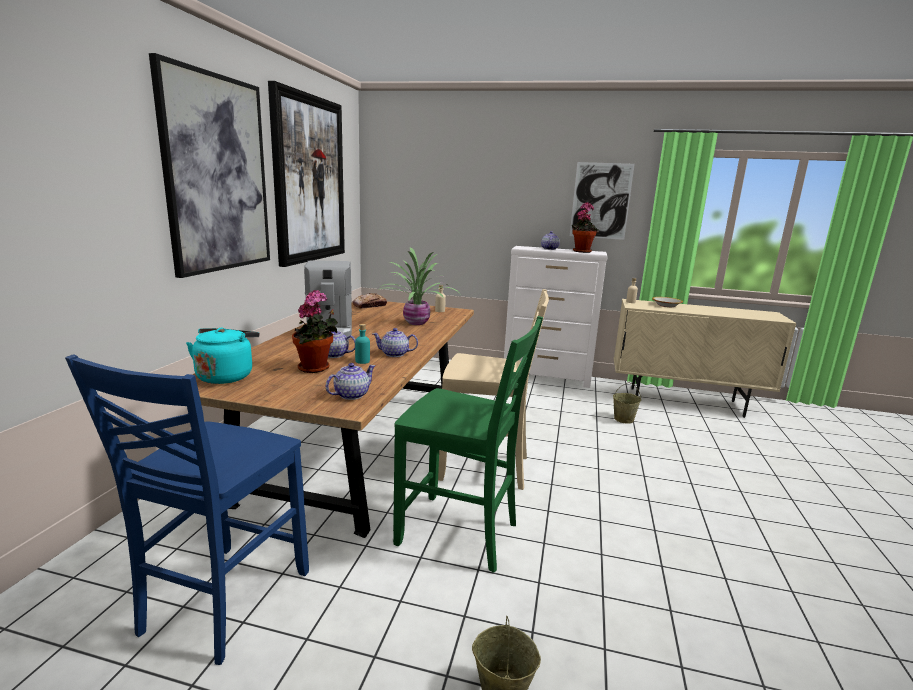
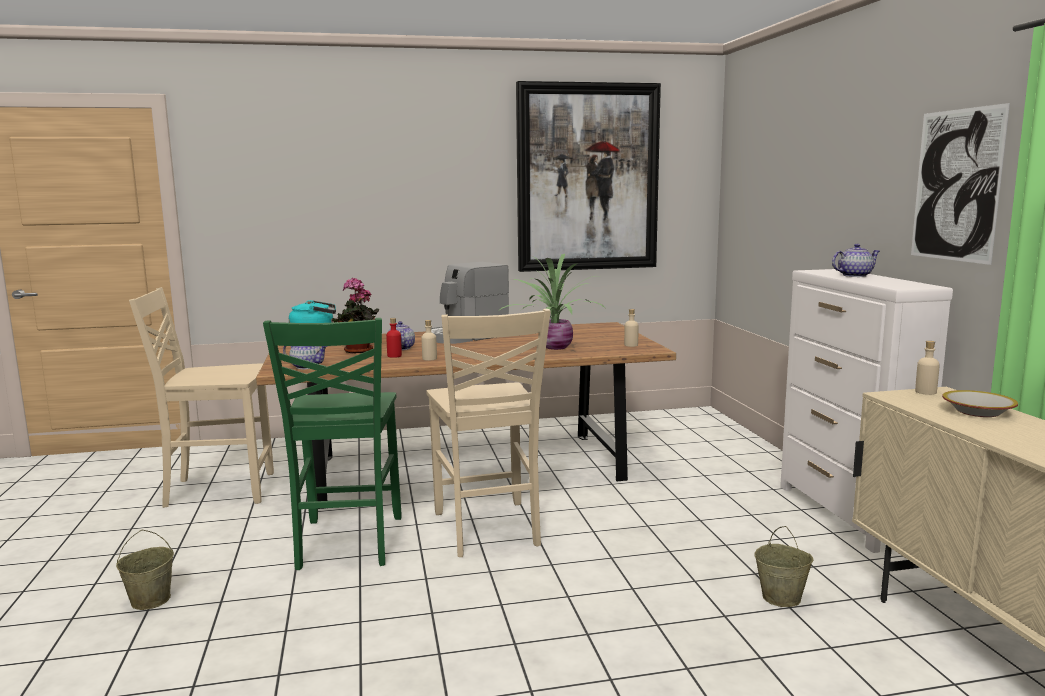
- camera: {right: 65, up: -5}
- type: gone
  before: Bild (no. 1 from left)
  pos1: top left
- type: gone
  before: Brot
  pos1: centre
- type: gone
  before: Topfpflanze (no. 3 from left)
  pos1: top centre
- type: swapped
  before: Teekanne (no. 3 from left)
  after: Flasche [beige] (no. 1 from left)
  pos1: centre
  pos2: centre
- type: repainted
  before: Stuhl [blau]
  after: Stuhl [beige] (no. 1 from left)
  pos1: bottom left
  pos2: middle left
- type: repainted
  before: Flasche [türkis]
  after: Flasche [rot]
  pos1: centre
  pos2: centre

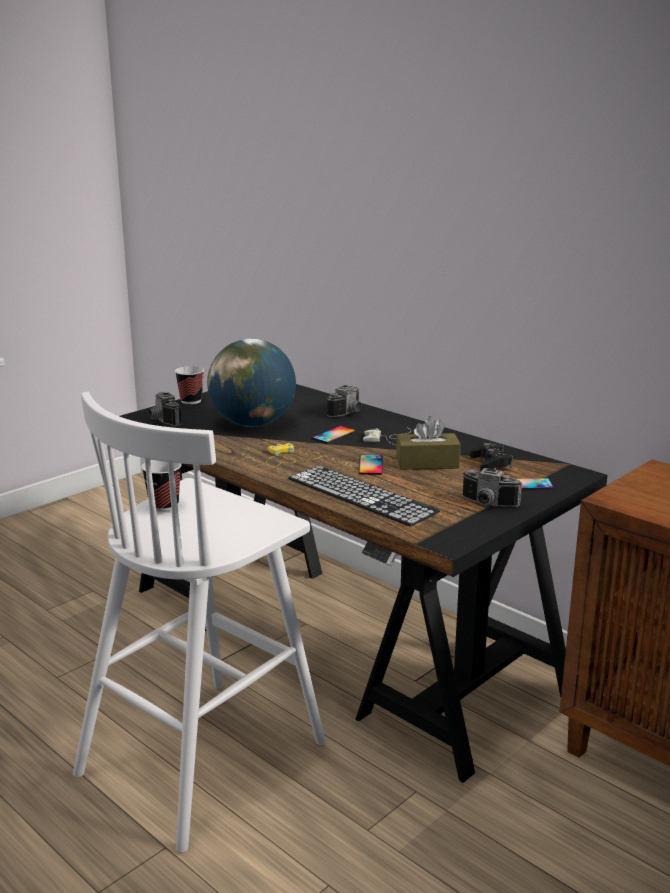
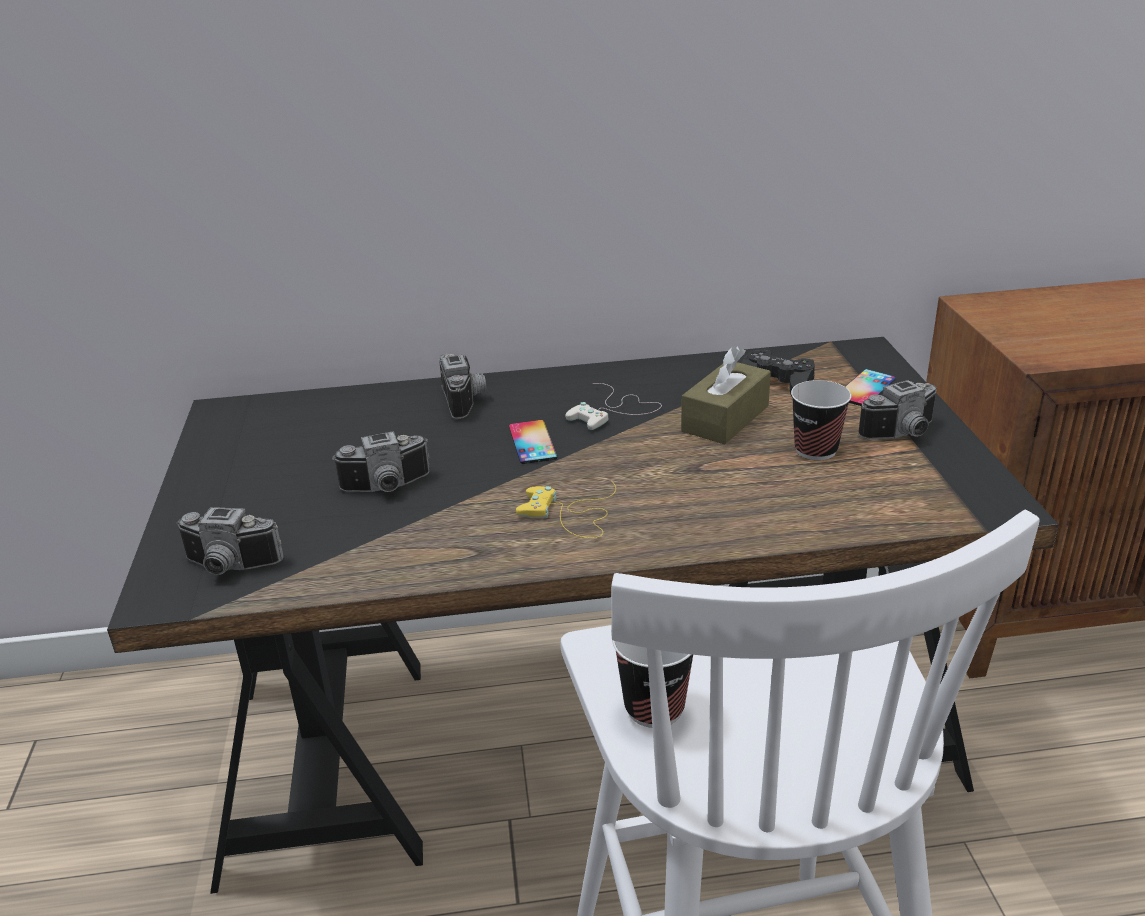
- camera: {right: -50, up: 10}
- type: gone
  before: Tastatur
  pos1: centre
- type: gone
  before: Handy (no. 2 from left)
  pos1: centre
- type: shifted
  before: Tasse (no. 2 from left)
  pos1: middle left
  pos2: middle right
- type: swapped
  before: Globus
  after: Kamera (no. 2 from left)
  pos1: centre
  pos2: middle left

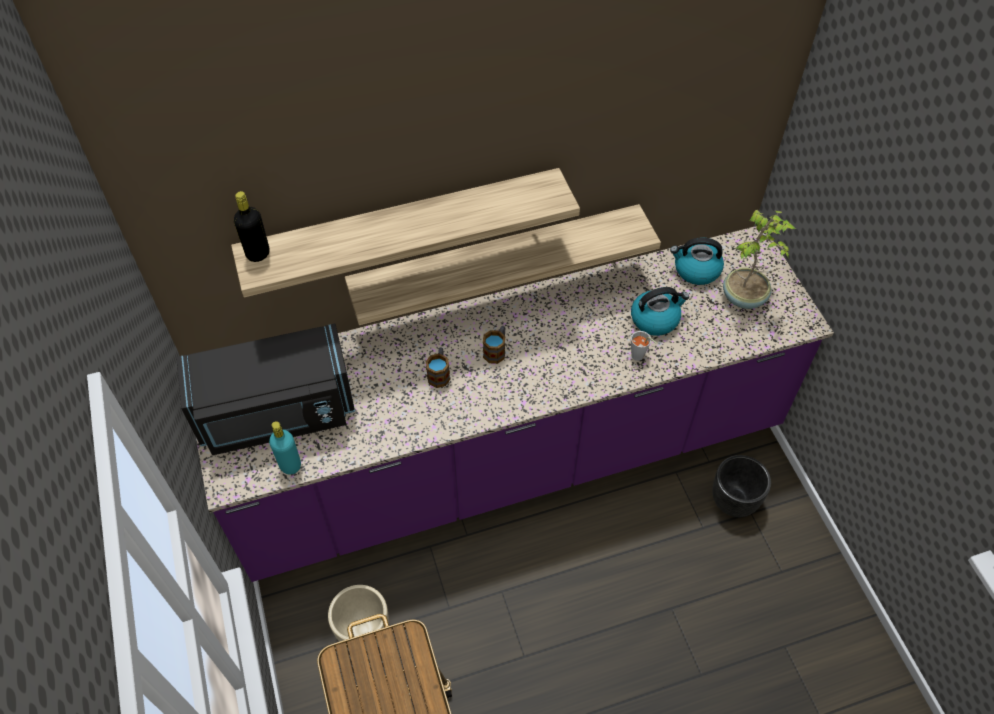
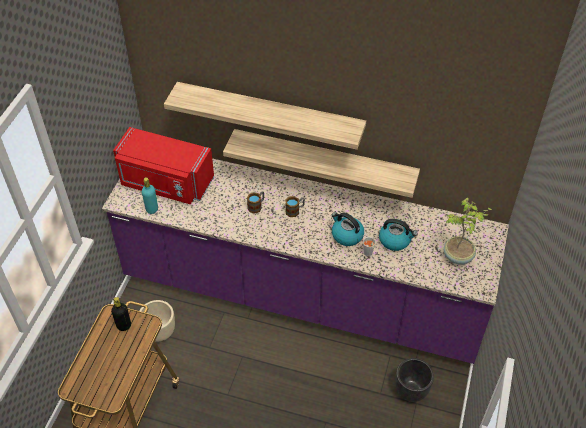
- camera: {right: 35, up: -5}
- type: shifted
  before: Flasche [schwarz]
  pos1: top left
  pos2: bottom left
- type: shifted
  before: Wasserkessel (no. 2 from left in the first image)
  after: Wasserkessel (no. 1 from left)
  pos1: middle right
  pos2: centre
- type: repainted
  before: Mikrowelle [schwarz]
  after: Mikrowelle [rot]
  pos1: middle left
  pos2: middle left

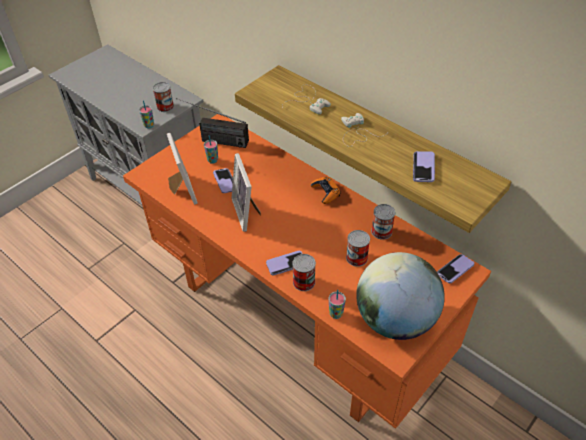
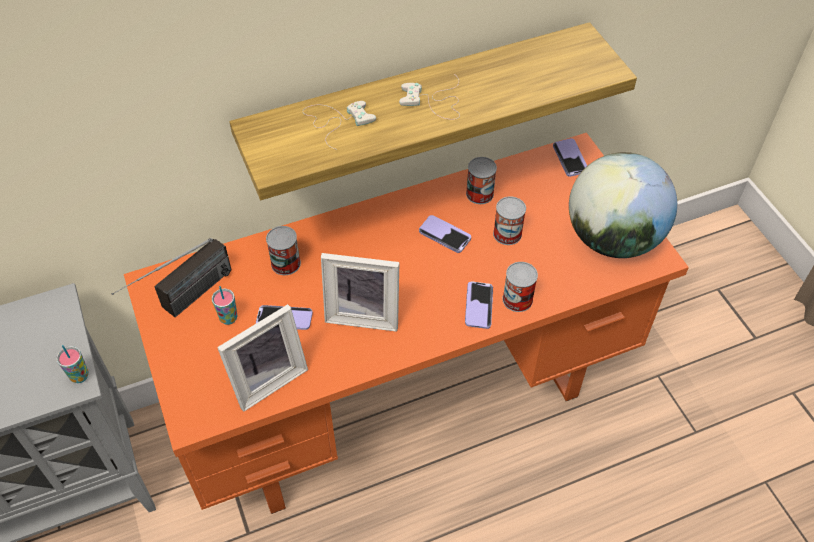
- camera: {right: -65, up: 5}
- type: gone
  before: Gamepad [orange]
  pos1: centre
- type: gone
  before: Tasse (no. 3 from left)
  pos1: bottom centre
- type: shifted
  before: Dose (no. 1 from left)
  pos1: top left
  pos2: centre
- type: shifted
  before: Handy (no. 3 from left in the first image)
  after: Handy (no. 2 from left)
  pos1: middle right
  pos2: centre
- type: rotated
  before: Bilderrahmen (no. 1 from left)
  pos1: middle left
  pos2: middle left
  turn: 135

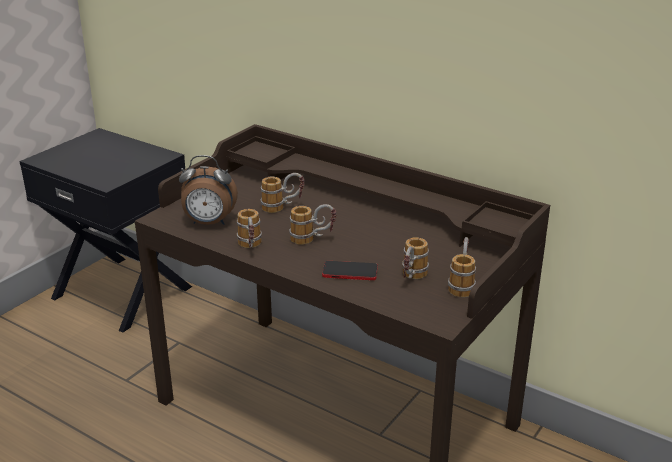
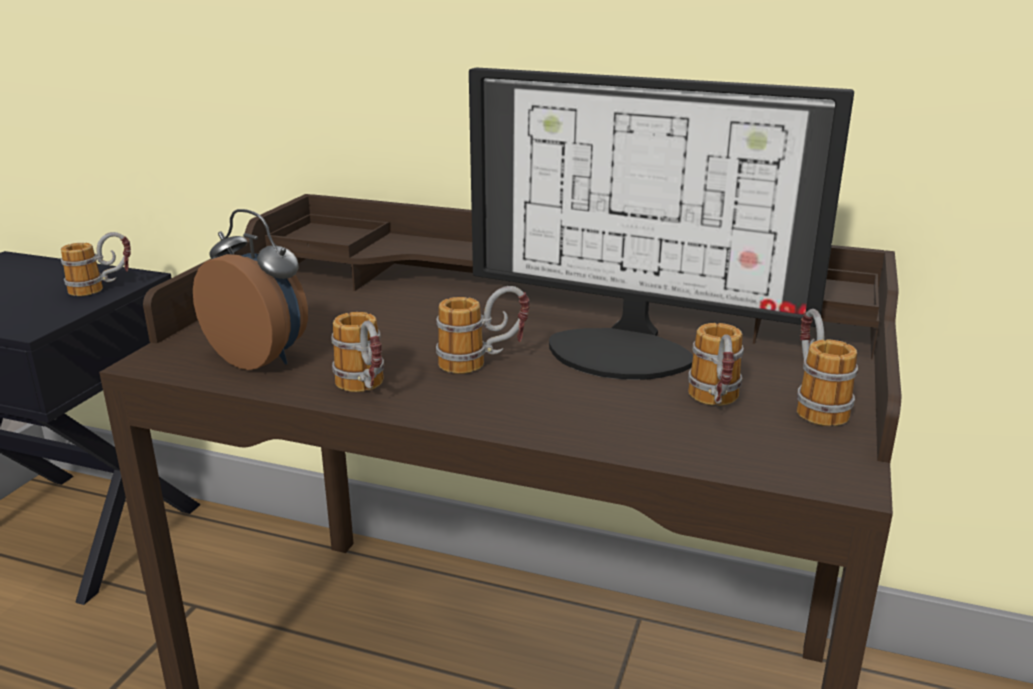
- camera: {right: -15, up: -5}
- type: gone
  before: Handy
  pos1: centre
- type: new
  after: Monitor
  pos2: top centre
- type: shifted
  before: Henkelbecher (no. 2 from left in the first image)
  after: Henkelbecher (no. 1 from left)
  pos1: centre
  pos2: middle left
- type: rotated
  before: Wecker
  pos1: middle left
  pos2: middle left
  turn: -135

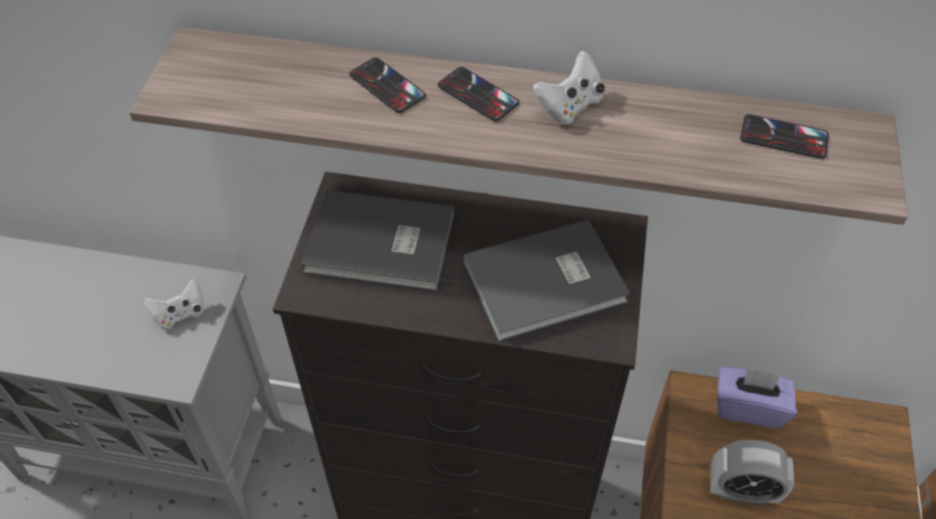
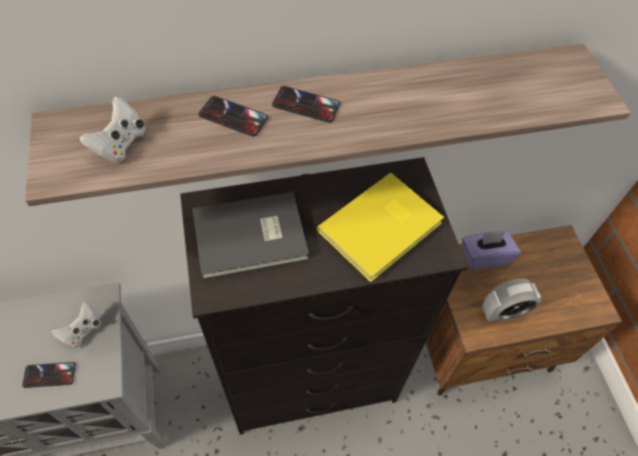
- camera: {right: -25, up: 5}
- type: shifted
  before: Gamepad [weiß] (no. 2 from left)
  pos1: top centre
  pos2: top left
- type: shifted
  before: Handy (no. 3 from left in the first image)
  after: Handy (no. 1 from left)
  pos1: top right
  pos2: bottom left
- type: repainted
  before: Buch [grau] (no. 2 from left)
  after: Buch [gelb]
  pos1: centre
  pos2: centre

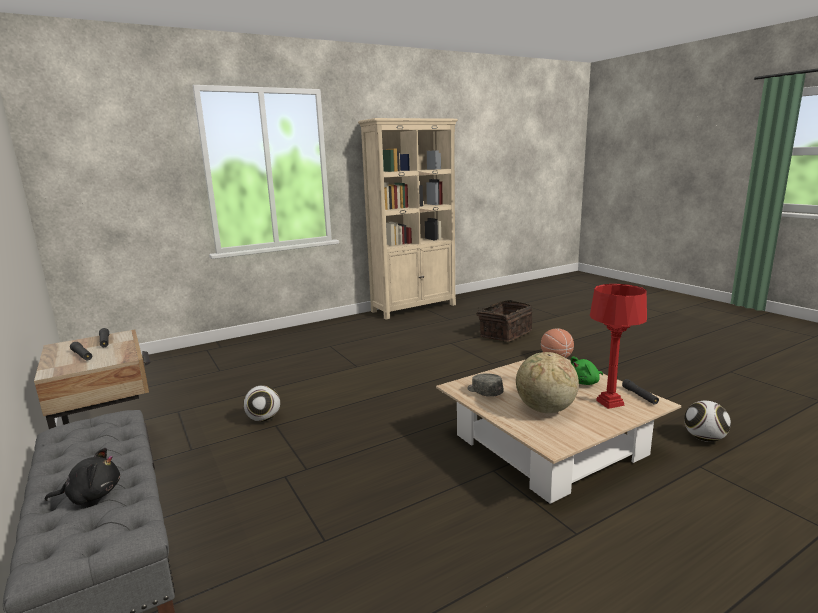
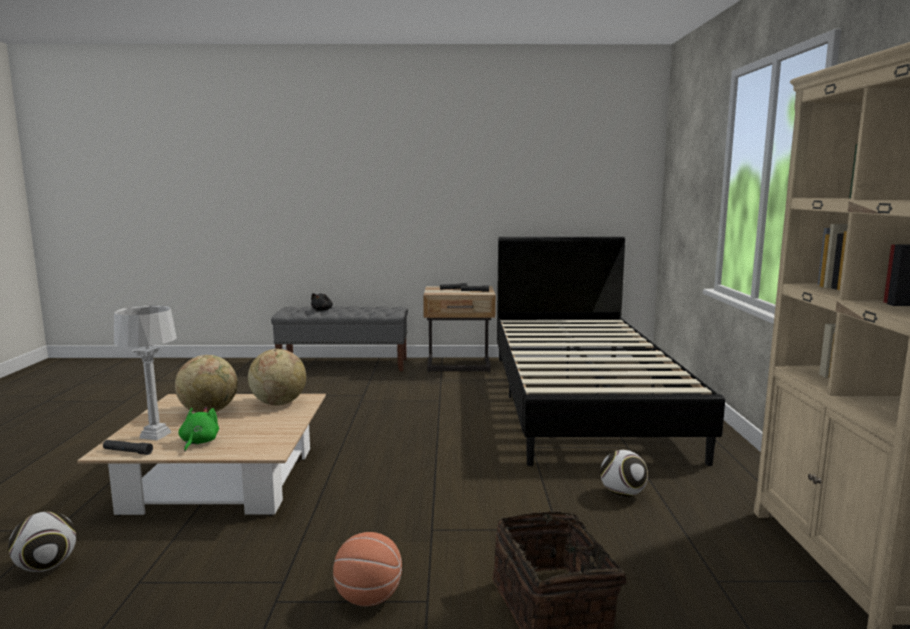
- camera: {right: 120, up: -5}
- type: new
  after: Bett [schwarz]
  pos2: middle right
- type: shifted
  before: Fußball (no. 1 from left in the first image)
  after: Fußball (no. 2 from left)
  pos1: middle left
  pos2: bottom right
- type: swapped
  before: Kappe [grau]
  after: Globus (no. 2 from left)
  pos1: centre
  pos2: middle left
- type: repainted
  before: Tischlampe [rot]
  after: Tischlampe [grau]
  pos1: middle right
  pos2: middle left

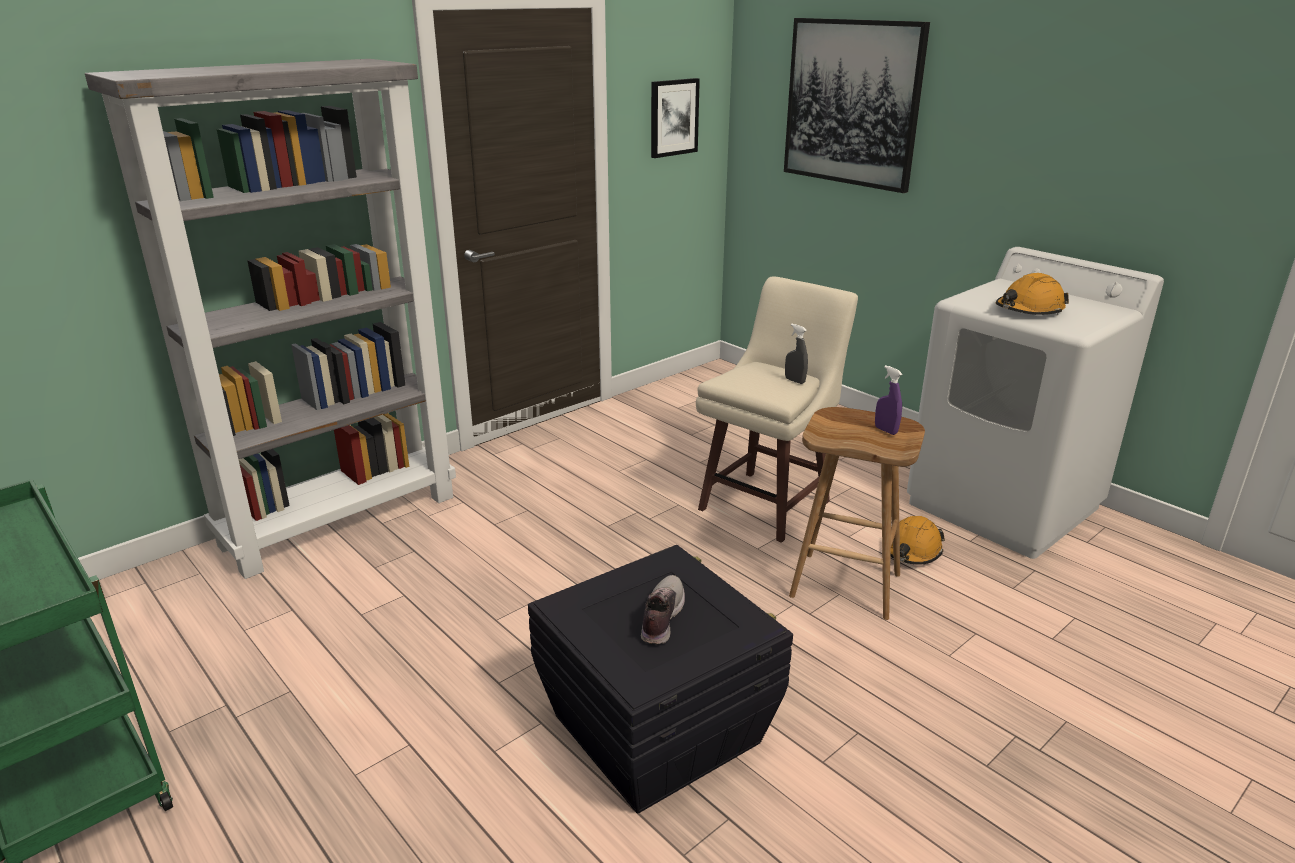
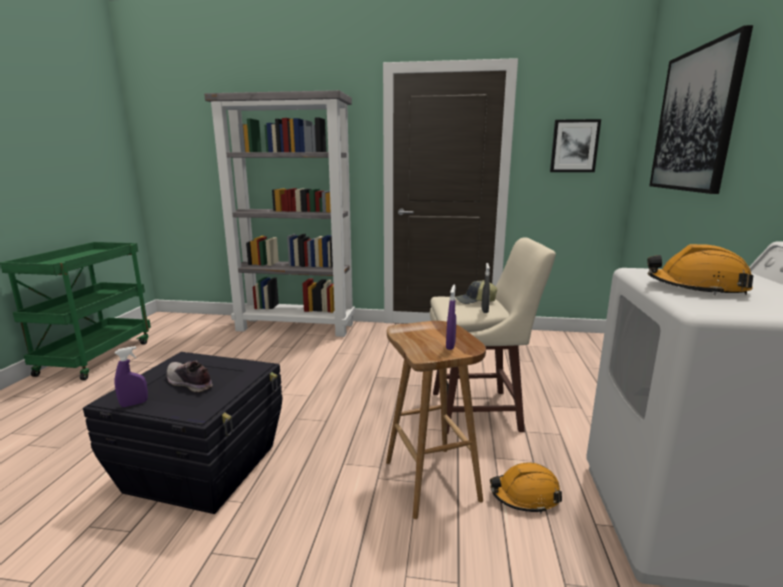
- camera: {right: 50, up: -10}
- type: new
  after: Sprühflasche [lila] (no. 1 from left)
  pos2: middle left
- type: new
  after: Kappe
  pos2: centre
- type: rotated
  before: Schuh
  pos1: bottom centre
  pos2: middle left
  turn: -120

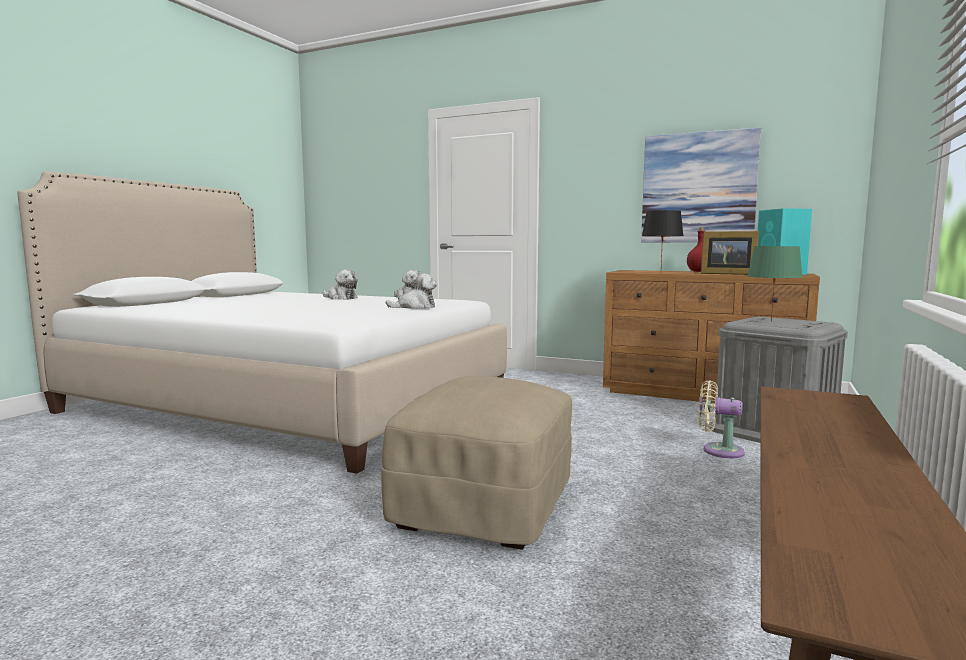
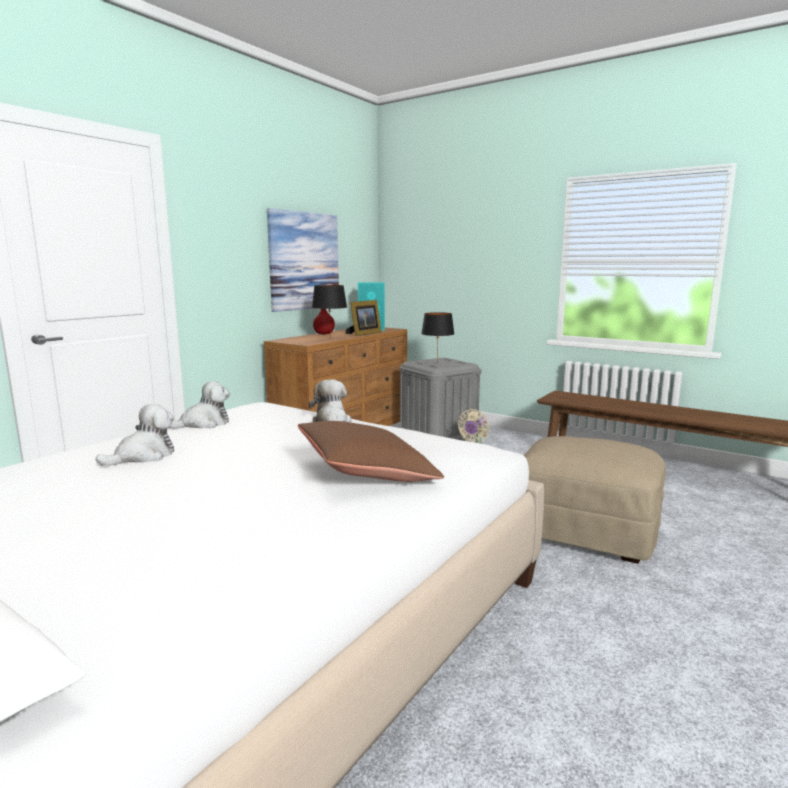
- camera: {right: -80, up: 5}
- type: new
  after: Kissen [braun]
  pos2: centre
- type: repainted
  before: Tischlampe [grün]
  after: Tischlampe [schwarz] (no. 2 from left)
  pos1: middle right
  pos2: centre

